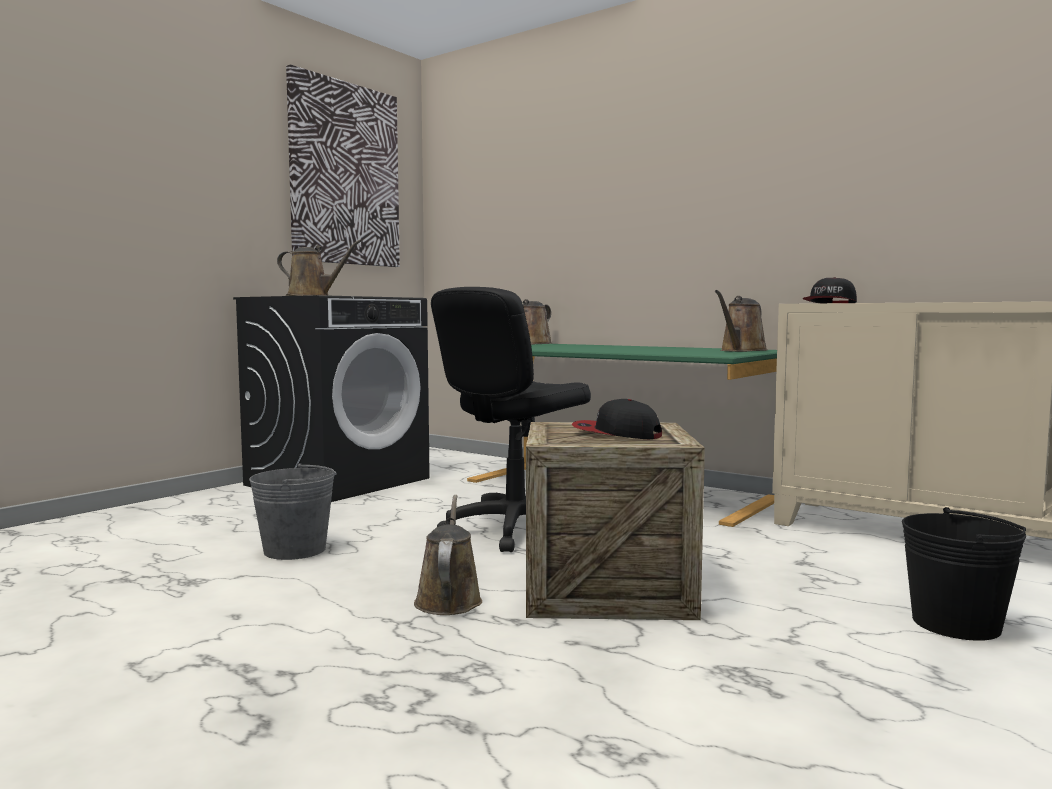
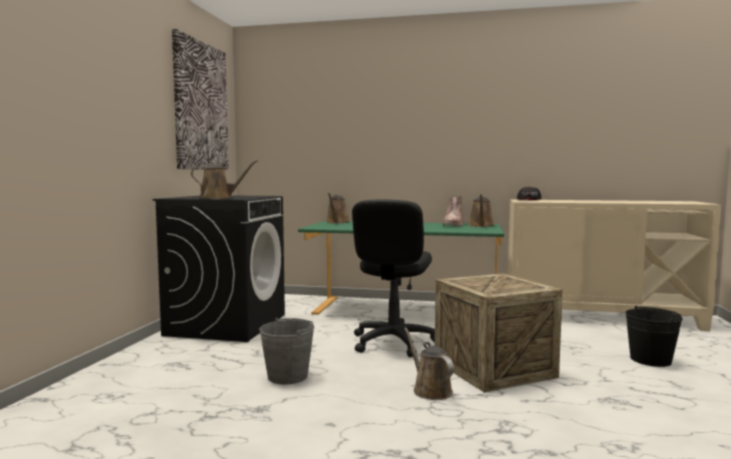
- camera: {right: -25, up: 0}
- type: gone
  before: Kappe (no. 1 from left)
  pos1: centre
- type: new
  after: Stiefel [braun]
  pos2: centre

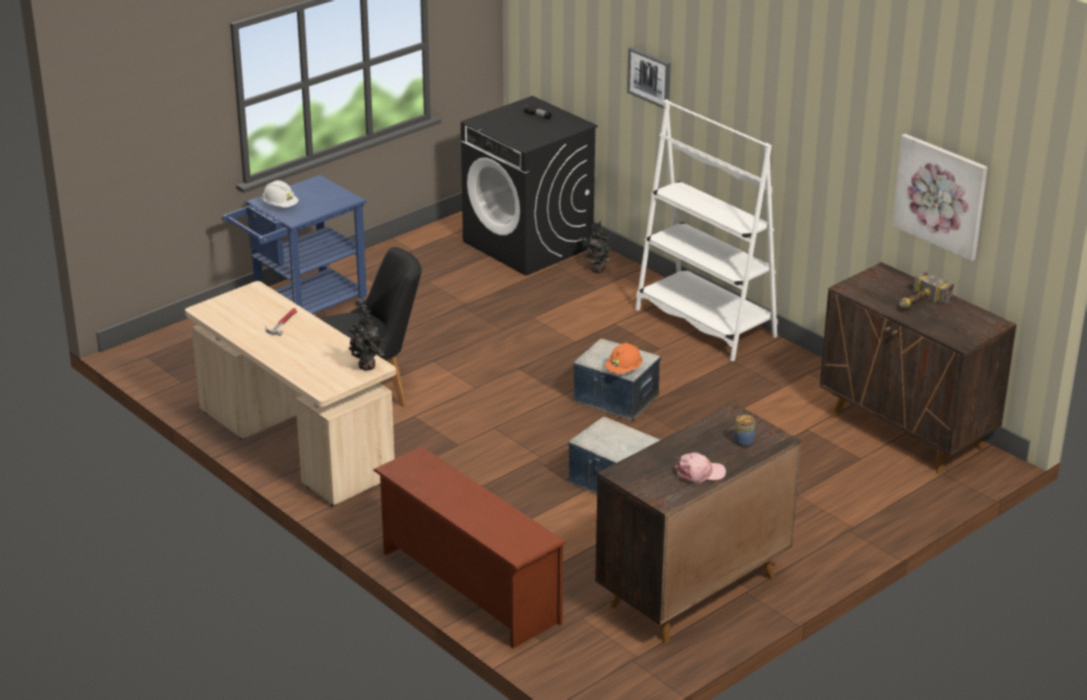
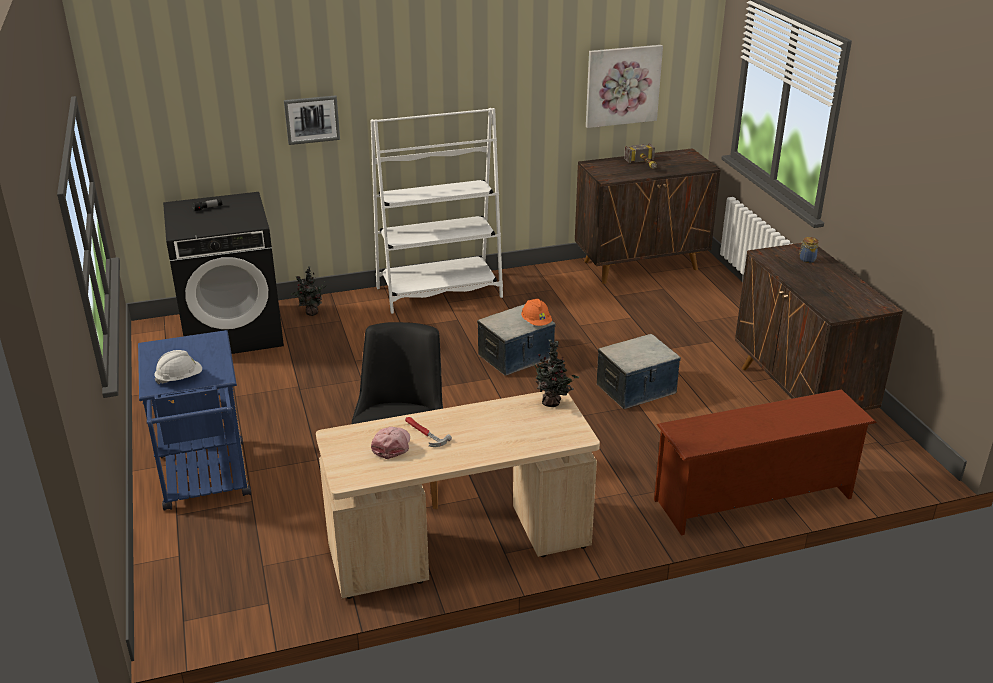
- camera: {right: -65, up: 0}
- type: shifted
  before: Kappe [rosa]
  pos1: bottom centre
  pos2: centre

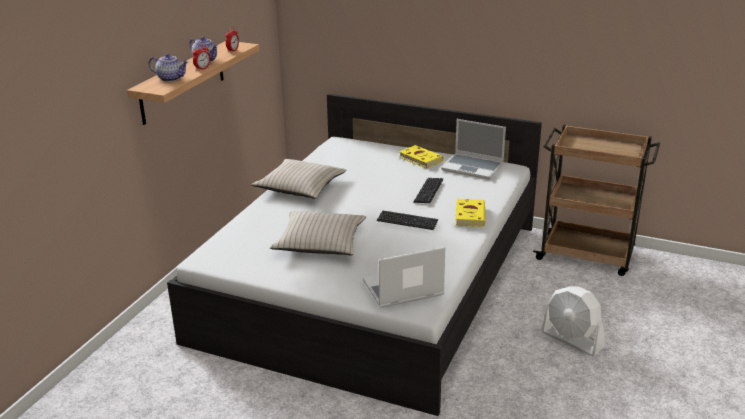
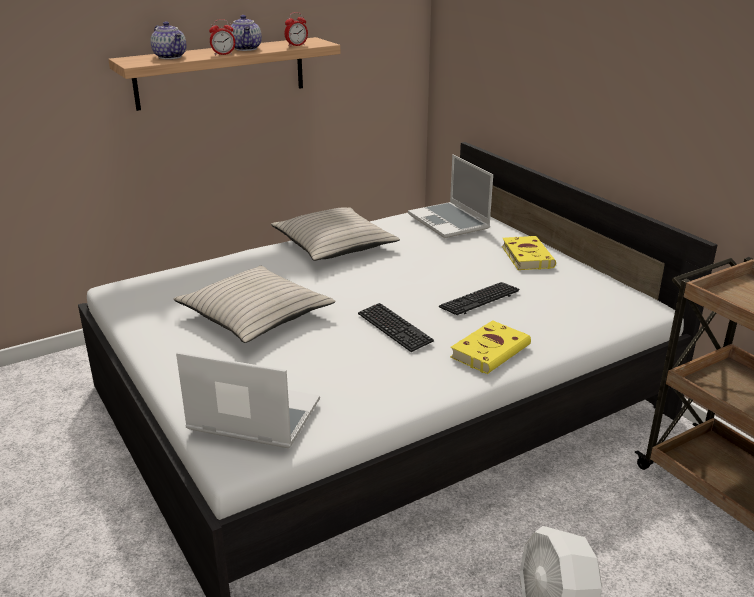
- camera: {right: 35, up: 0}
- type: shifted
  before: Laptop (no. 2 from left)
  pos1: centre
  pos2: top centre

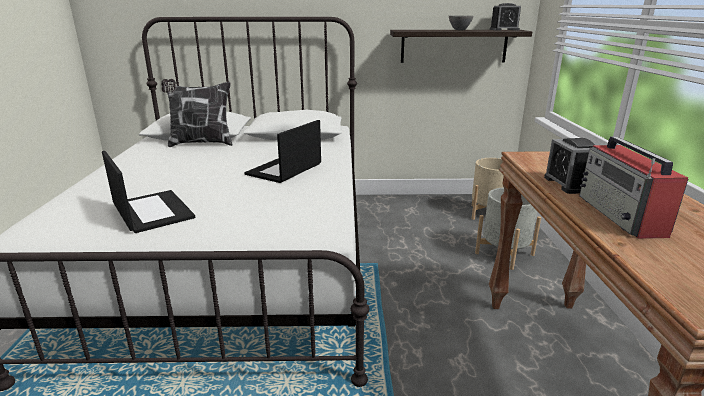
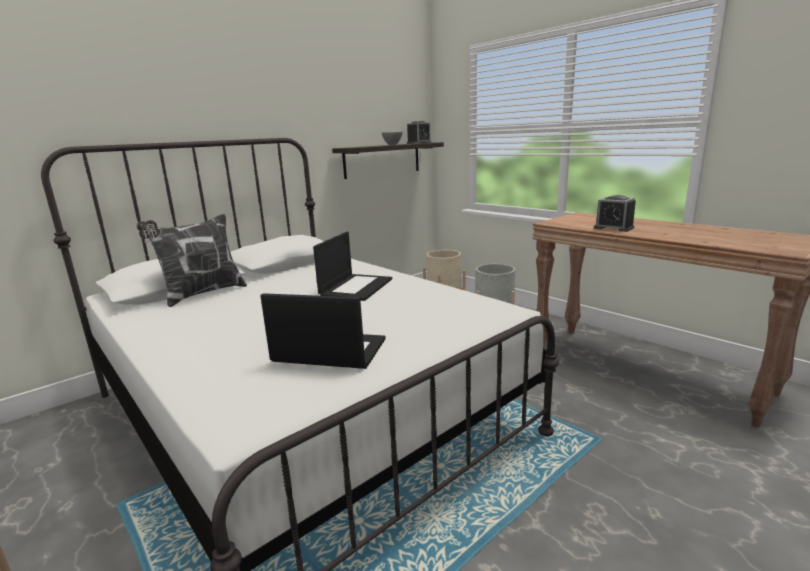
- camera: {right: -40, up: -5}
- type: gone
  before: Radio
  pos1: middle right
- type: rotated
  before: Laptop (no. 2 from left)
  pos1: centre
  pos2: centre
  turn: -150

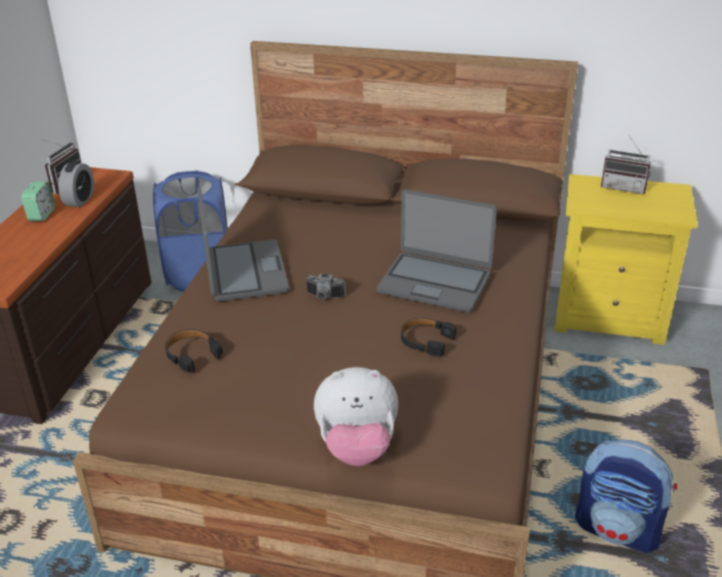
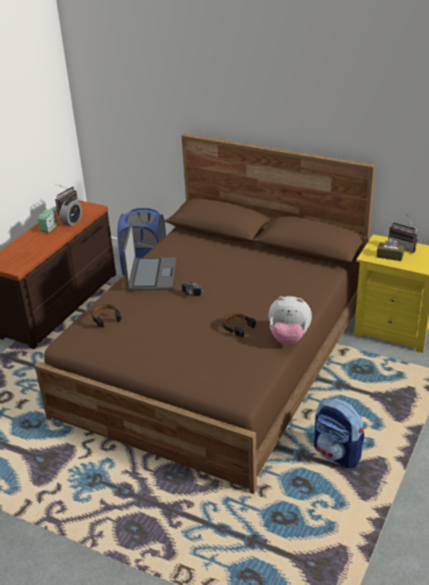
- camera: {right: 15, up: 0}
- type: gone
  before: Laptop (no. 2 from left)
  pos1: centre
- type: new
  after: Taschentuchbox [braun]
  pos2: middle right
- type: shifted
  before: Plüschtier
  pos1: bottom centre
  pos2: middle right

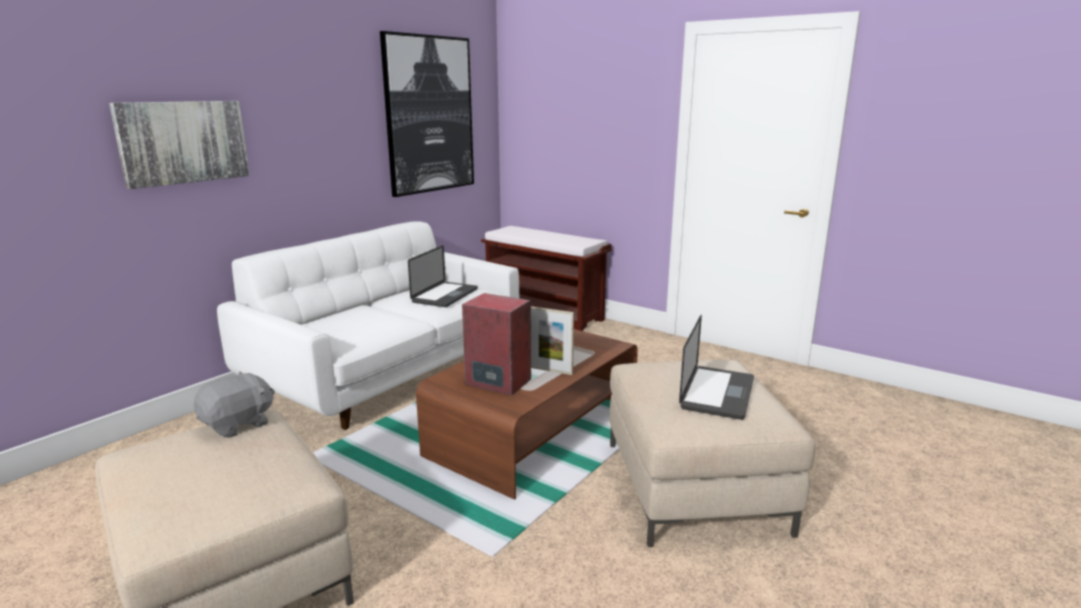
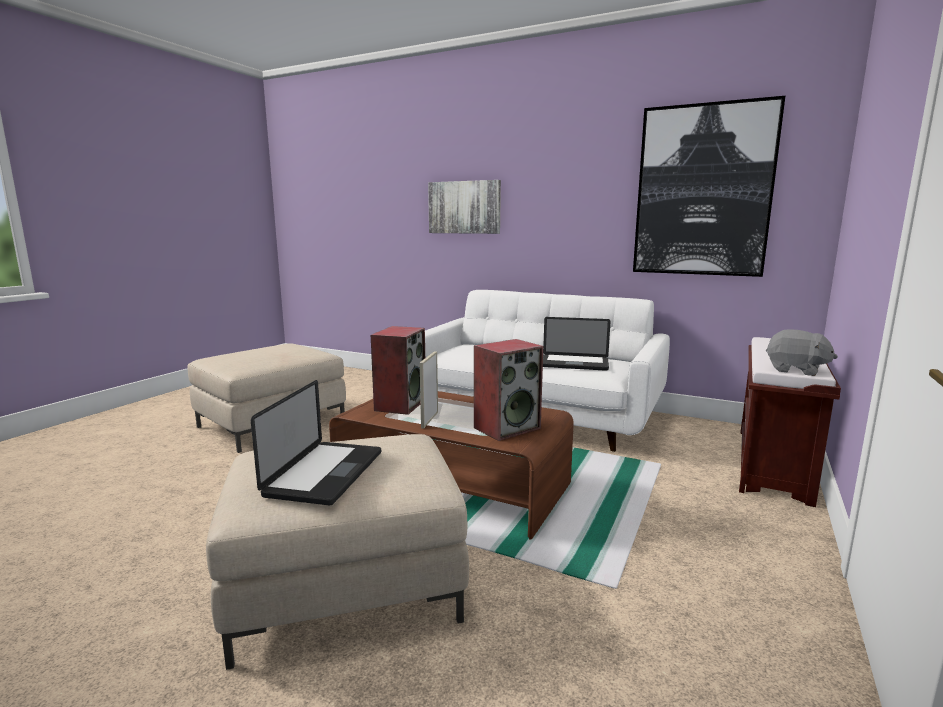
- camera: {right: 80, up: -5}
- type: new
  after: Lautsprecher (no. 2 from left)
  pos2: centre
- type: shifted
  before: Plüschtier [grau]
  pos1: middle left
  pos2: middle right
- type: rotated
  before: Laptop (no. 2 from left in the first image)
  pos1: centre
  pos2: centre
  turn: -90

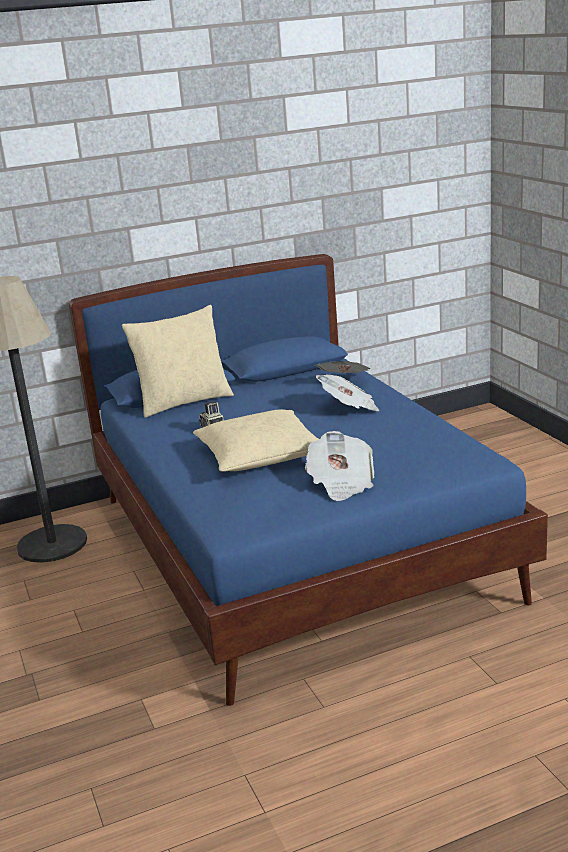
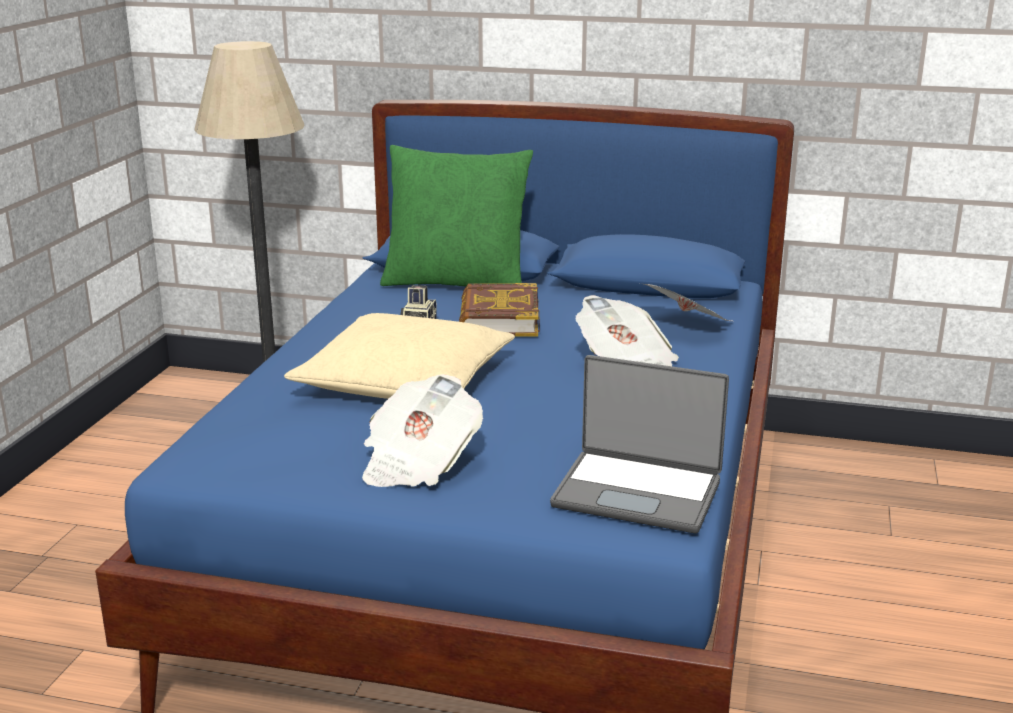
- camera: {right: 35, up: 0}
- type: new
  after: Buch
  pos2: centre
- type: new
  after: Laptop
  pos2: centre
- type: repainted
  before: Kissen [beige] (no. 1 from left)
  after: Kissen [grün]
  pos1: middle left
  pos2: top centre

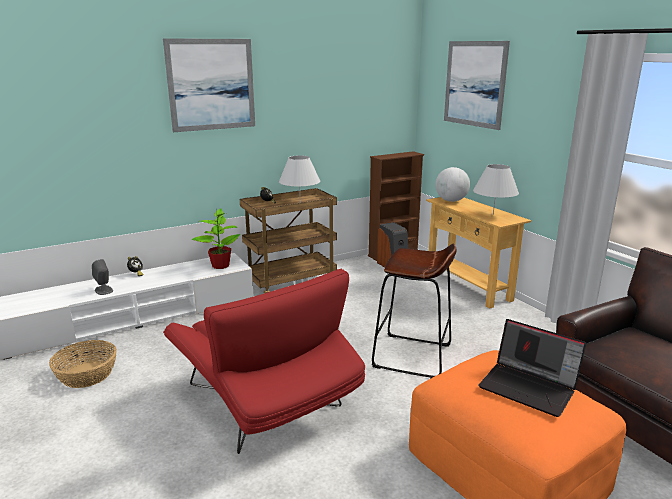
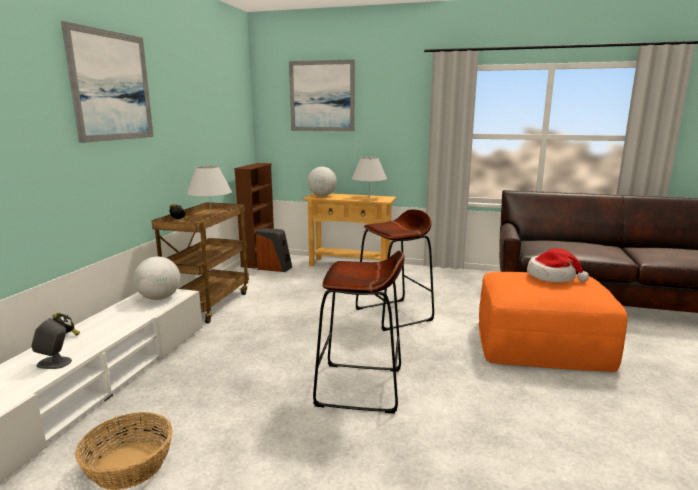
- camera: {right: -45, up: -5}
- type: swapped
  before: Sessel [rot]
  after: Hocker [braun] (no. 1 from left)
  pos1: bottom centre
  pos2: bottom centre
- type: swapped
  before: Topfpflanze
  after: Globus (no. 1 from left)
  pos1: middle left
  pos2: middle left
- type: swapped
  before: Laptop
  after: Hut
  pos1: bottom right
  pos2: middle right

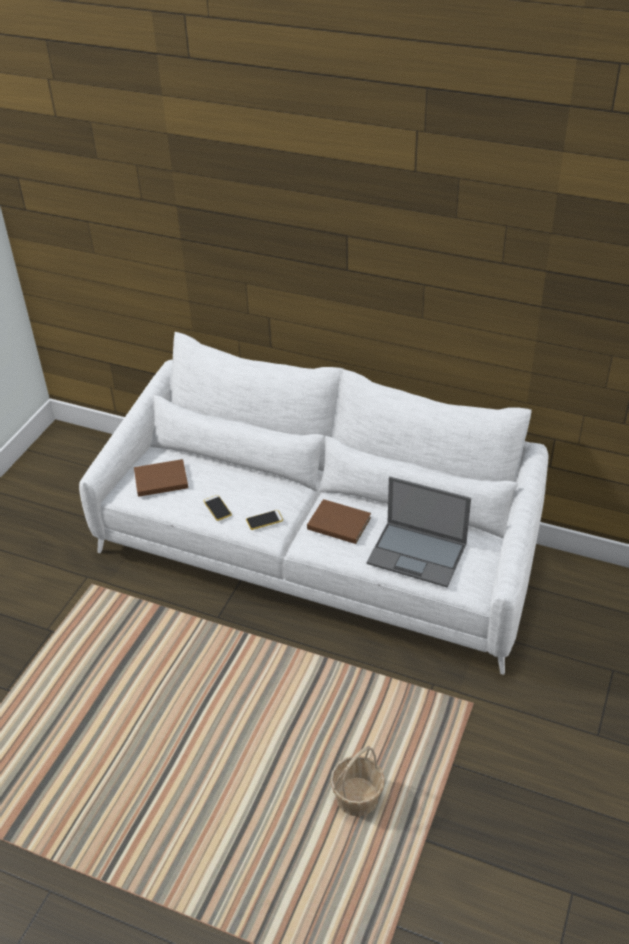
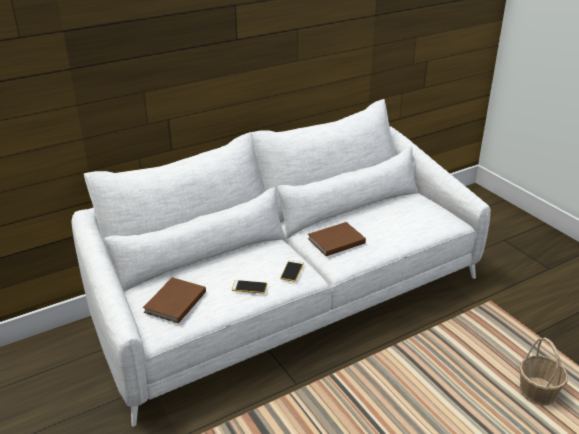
- camera: {right: -55, up: -10}
- type: gone
  before: Laptop
  pos1: centre

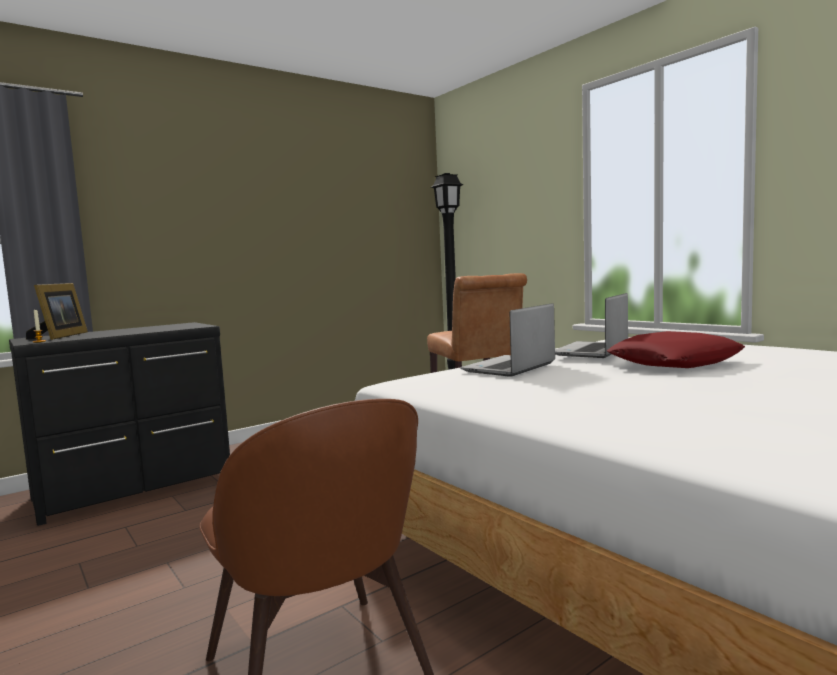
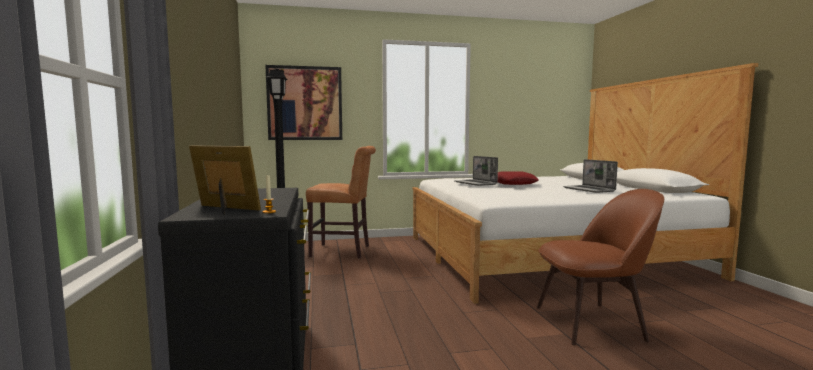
- camera: {right: -65, up: 0}
- type: new
  after: Bild
  pos2: top centre
- type: shifted
  before: Laptop (no. 1 from left in the first image)
  after: Laptop (no. 2 from left)
  pos1: centre
  pos2: middle right

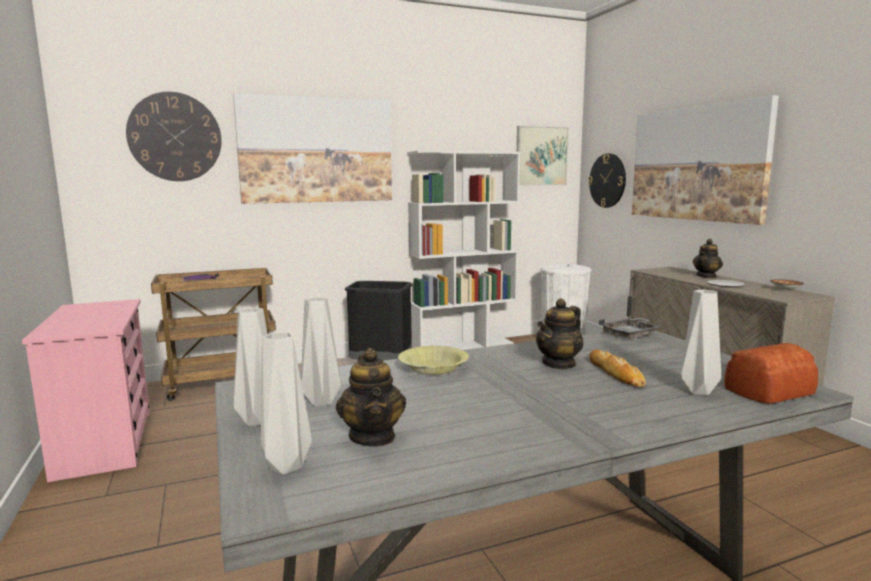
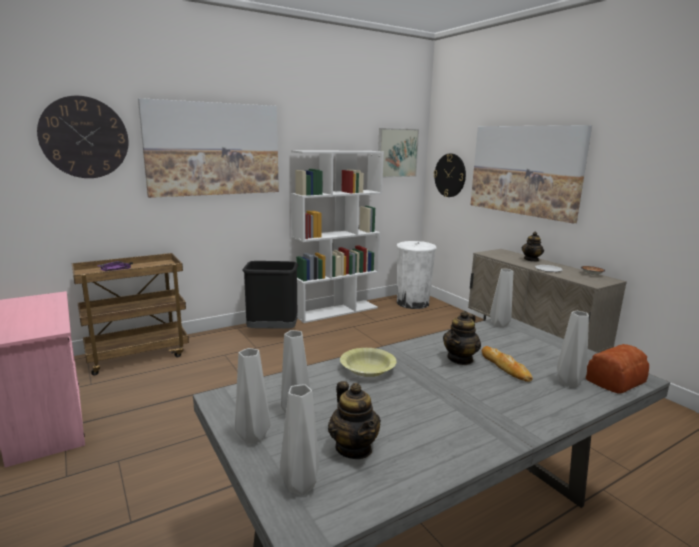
- camera: {right: -10, up: 5}
- type: swapped
  before: Tablett [grau]
  after: Vase [grau] (no. 4 from left)
  pos1: middle right
  pos2: middle right

